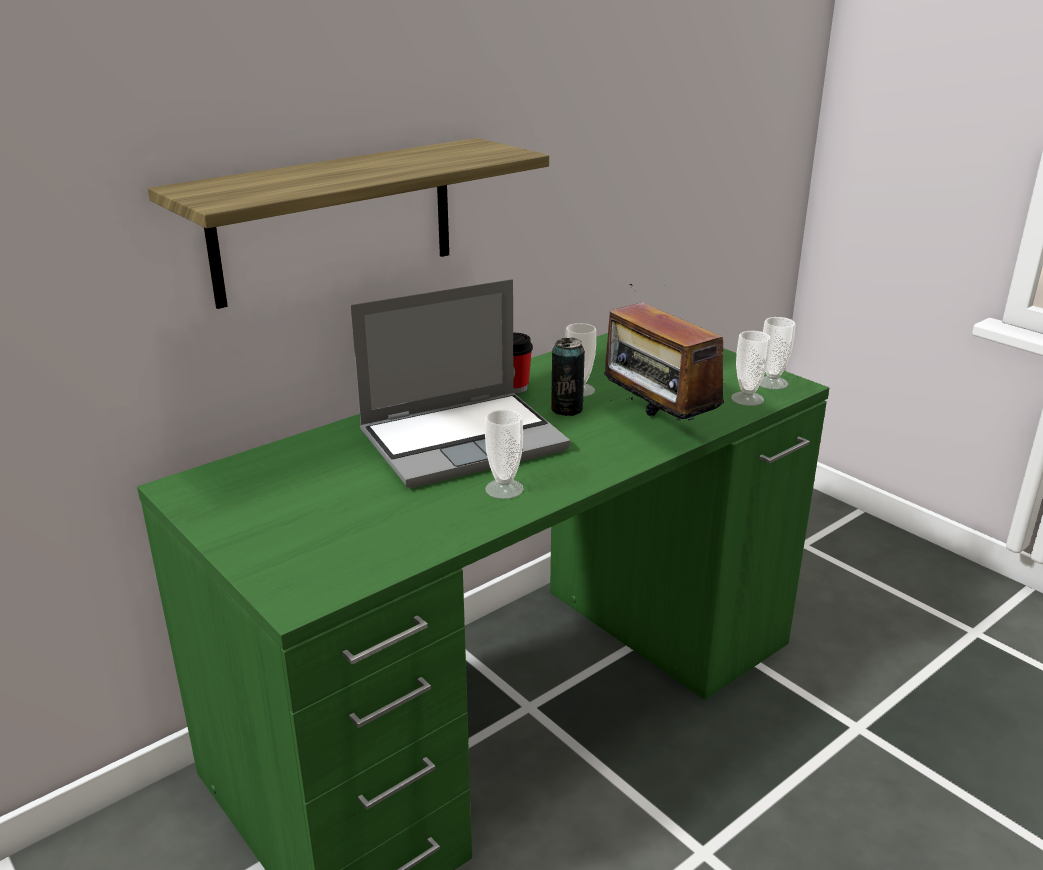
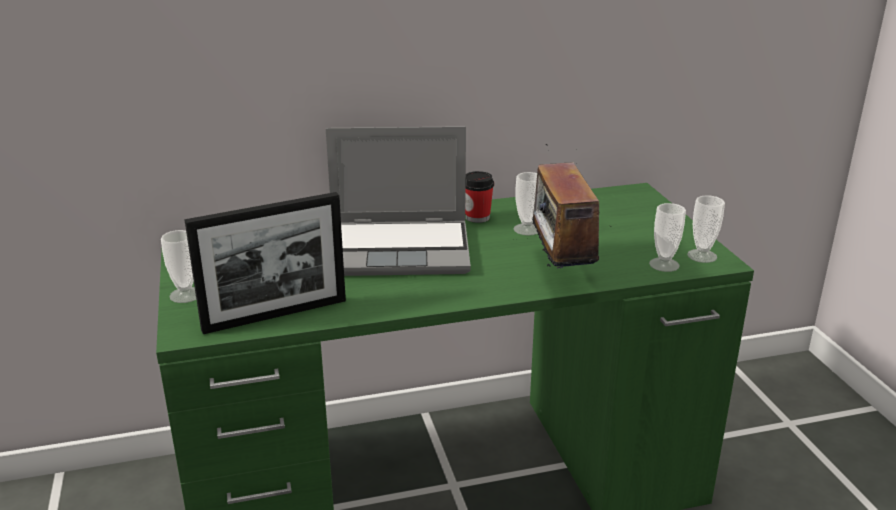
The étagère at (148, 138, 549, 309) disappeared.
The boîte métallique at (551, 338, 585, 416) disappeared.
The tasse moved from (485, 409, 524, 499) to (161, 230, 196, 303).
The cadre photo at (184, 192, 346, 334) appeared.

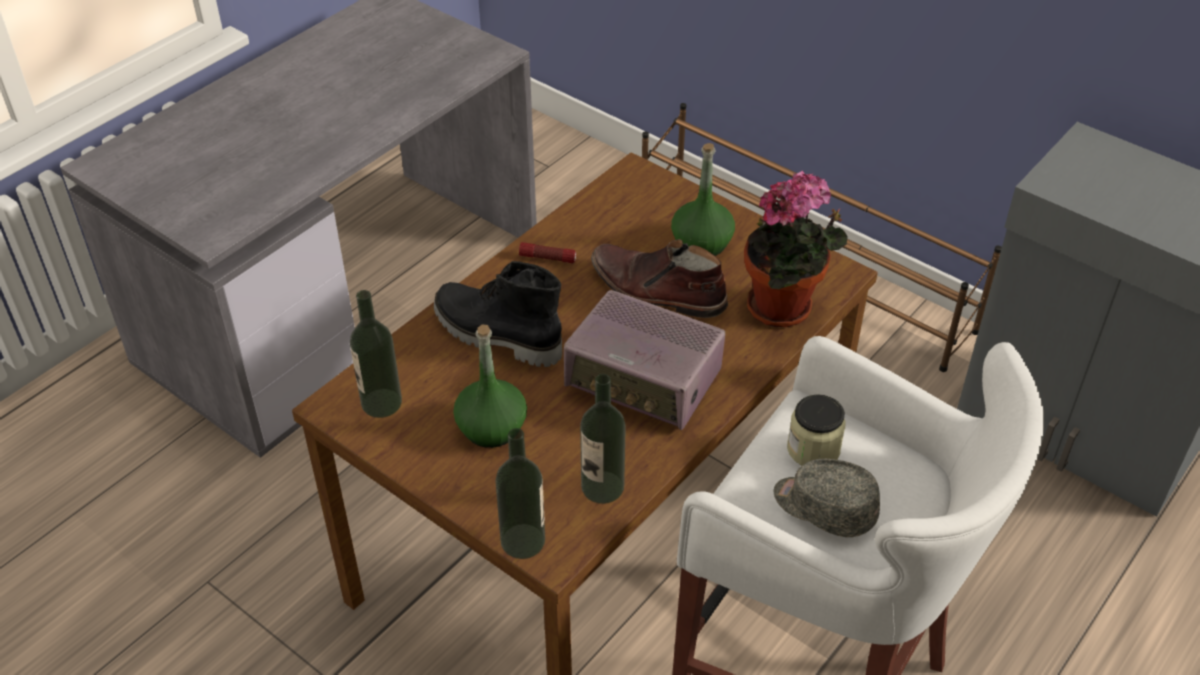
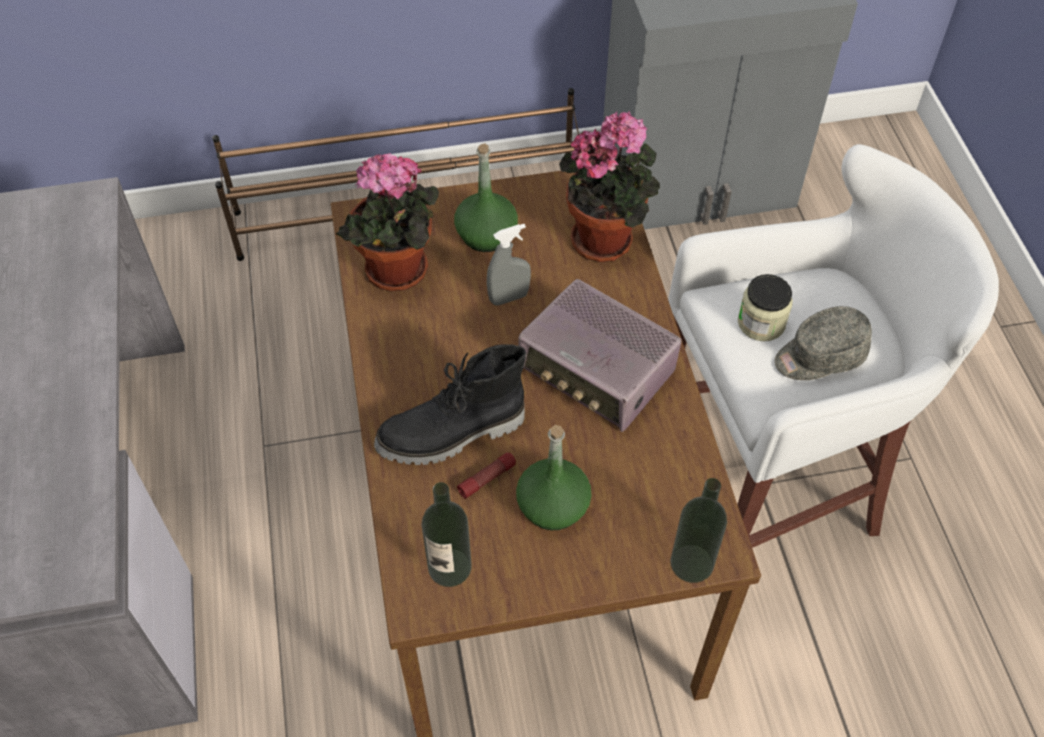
The botte [marron] at (591, 239, 728, 318) was replaced by the vaporisateur [gris] at (487, 224, 531, 306).
The lampe de poche moved from (519, 242, 576, 263) to (457, 452, 516, 499).
The radio at (564, 290, 725, 430) turned 60 degrees clockwise.
The bouteille at (580, 374, 626, 504) disappeared.
The plante en pot at (336, 153, 439, 291) appeared.

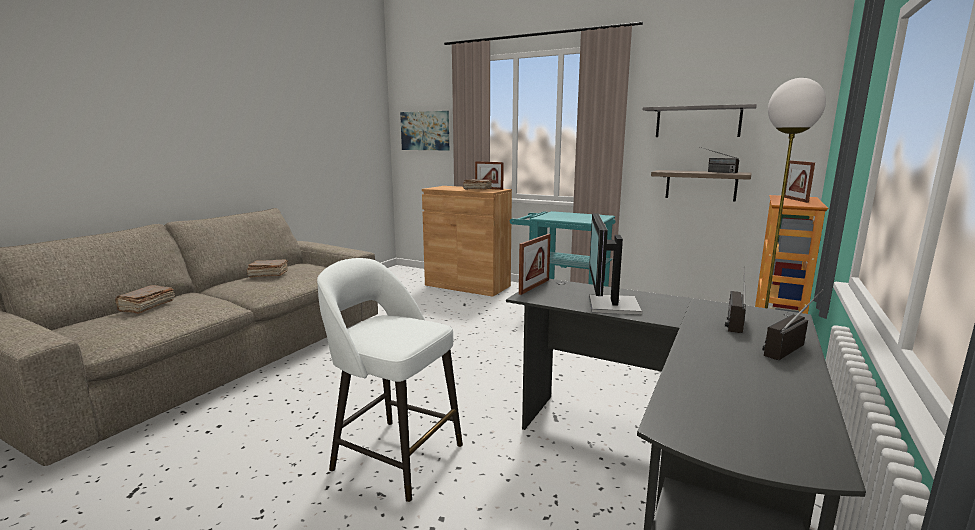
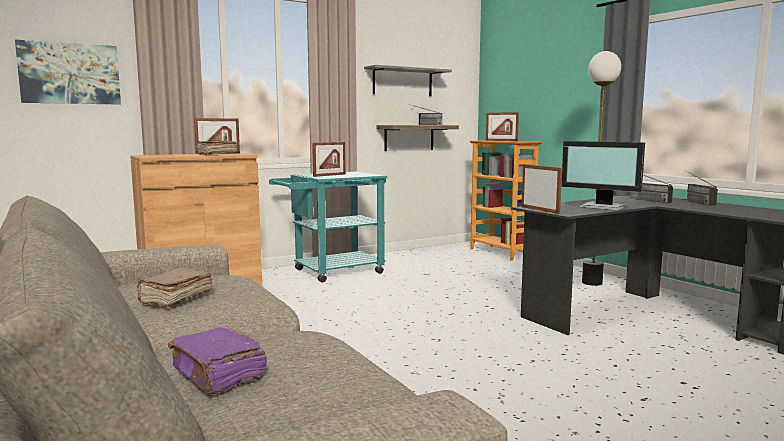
The tabouret [blanc] at (317, 258, 463, 502) disappeared.
The livre [marron] at (115, 285, 175, 314) became the livre [violet] at (168, 326, 267, 394).
The cadre photo at (312, 142, 346, 177) appeared.

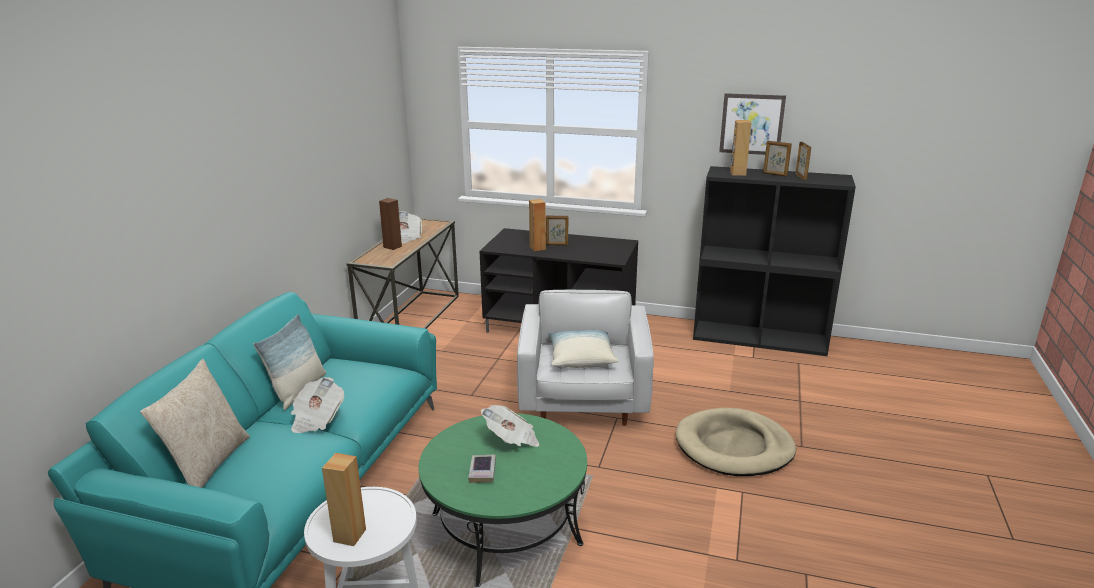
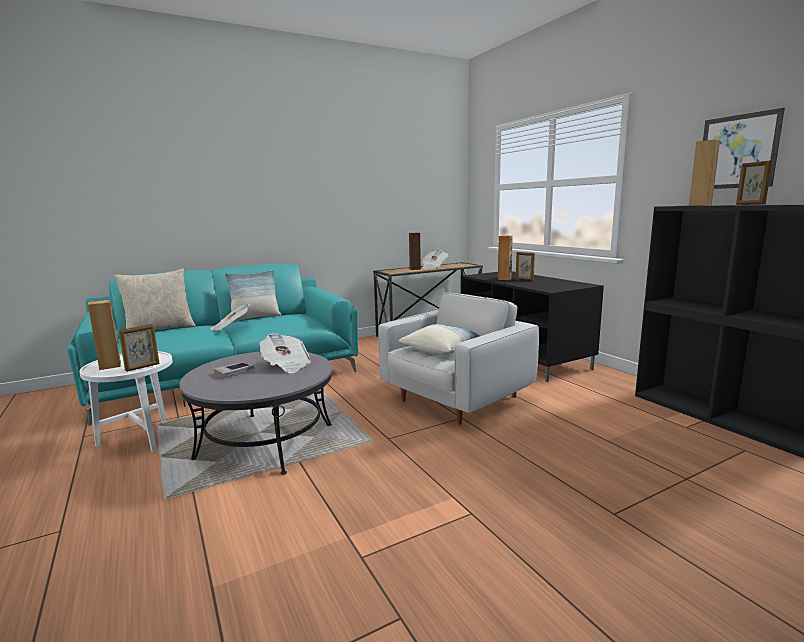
The cadre photo moved from (795, 142, 811, 180) to (119, 324, 160, 372).
The panier pour chien [beige] at (676, 408, 796, 476) disappeared.
The table basse [vert] at (419, 413, 587, 587) became the table basse [gris] at (179, 352, 332, 475).

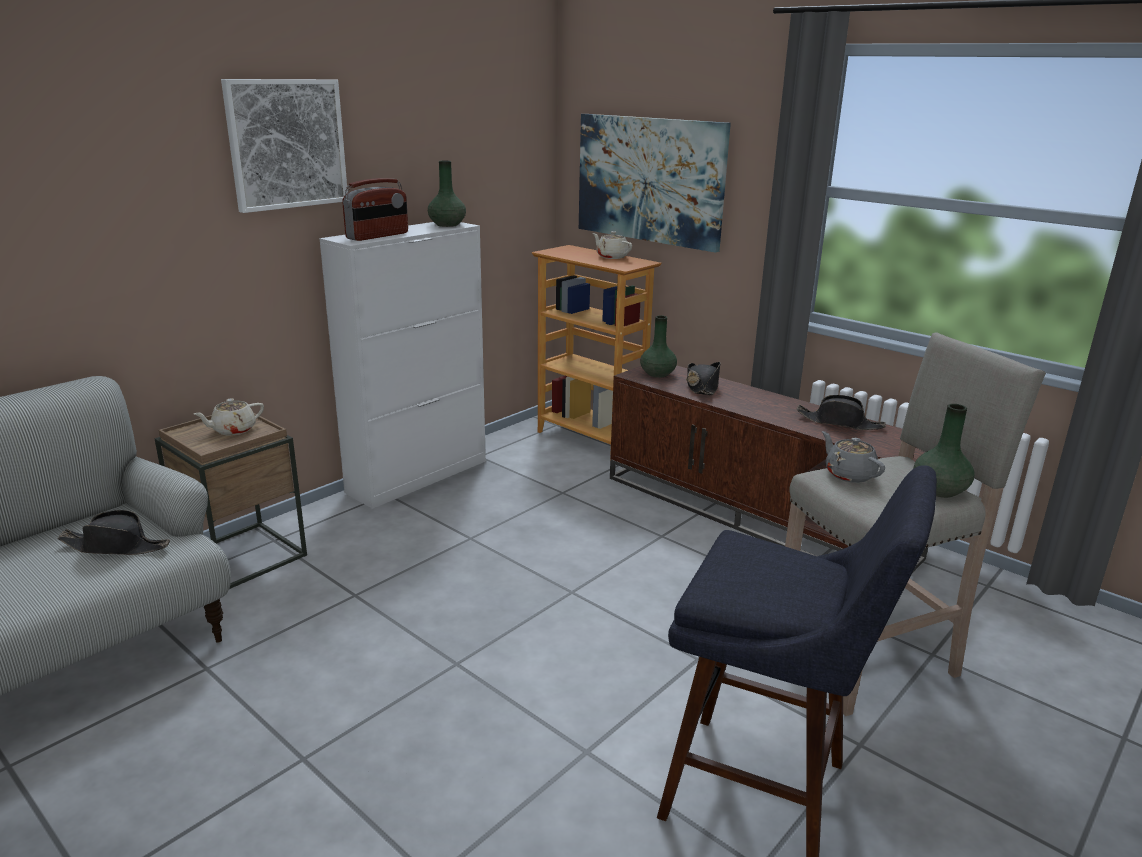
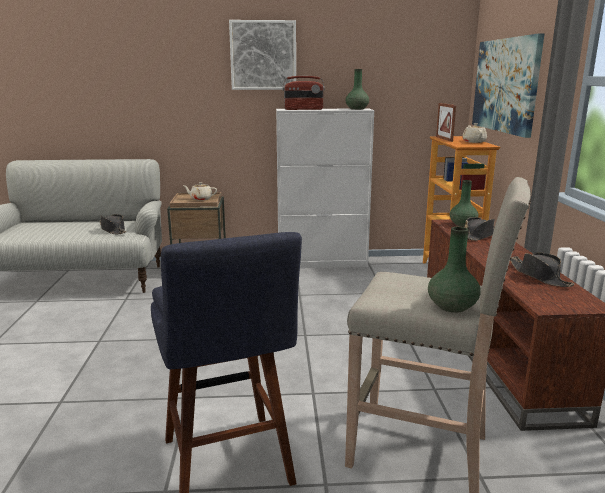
The théière [gris] at (822, 431, 885, 483) disappeared.
The cadre photo at (436, 103, 456, 142) appeared.

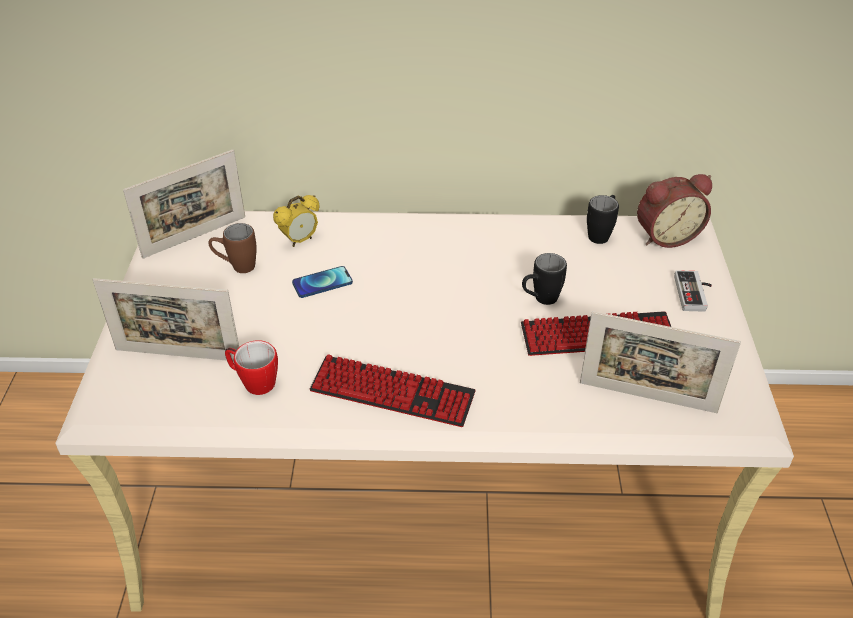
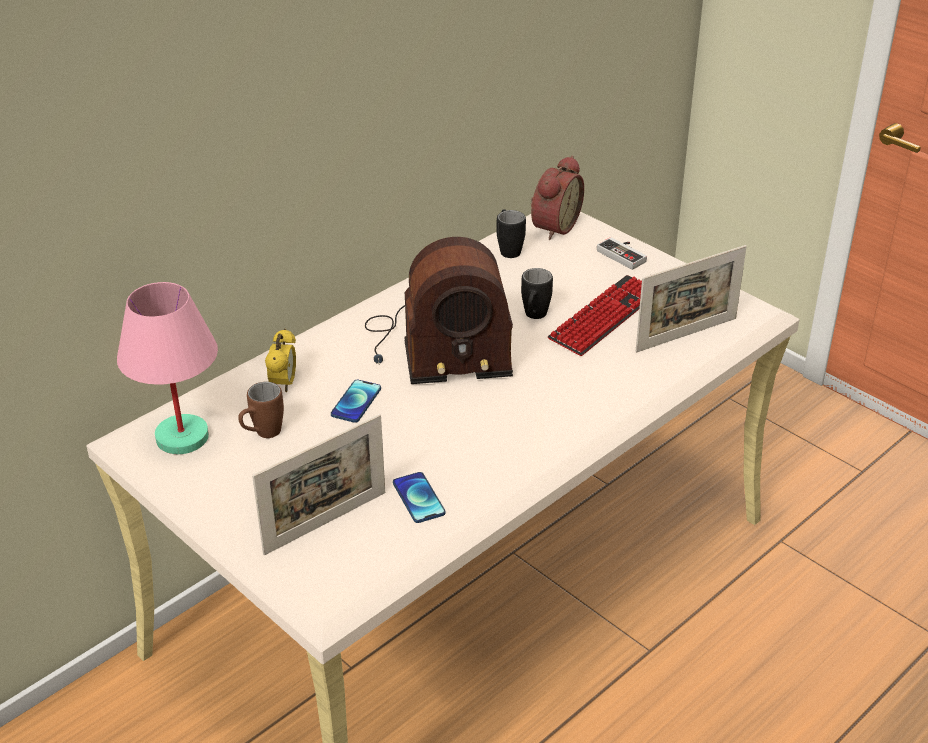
The cadre photo at (123, 150, 245, 259) was replaced by the lampe de table [rose] at (117, 282, 218, 454).
The mug at (225, 340, 278, 395) was replaced by the téléphone at (393, 472, 445, 523).
The clavier at (309, 354, 476, 427) disappeared.
The radio at (365, 237, 513, 384) appeared.

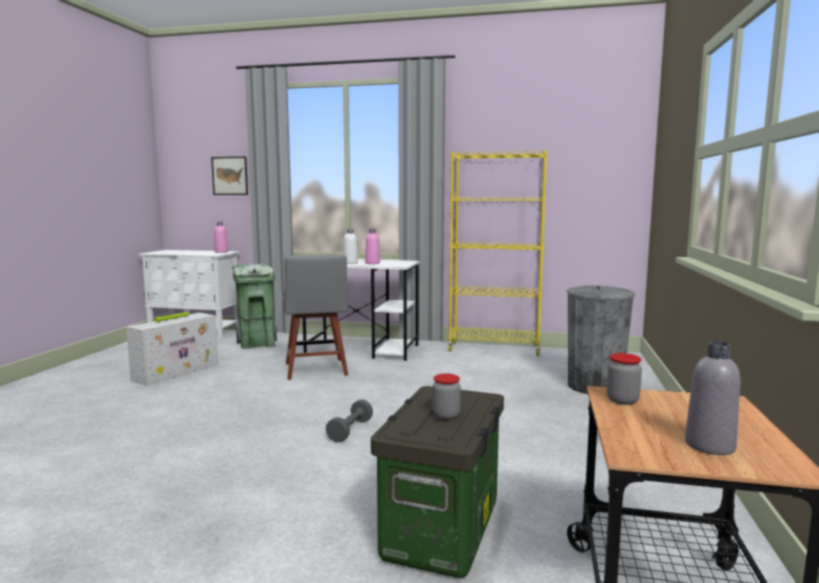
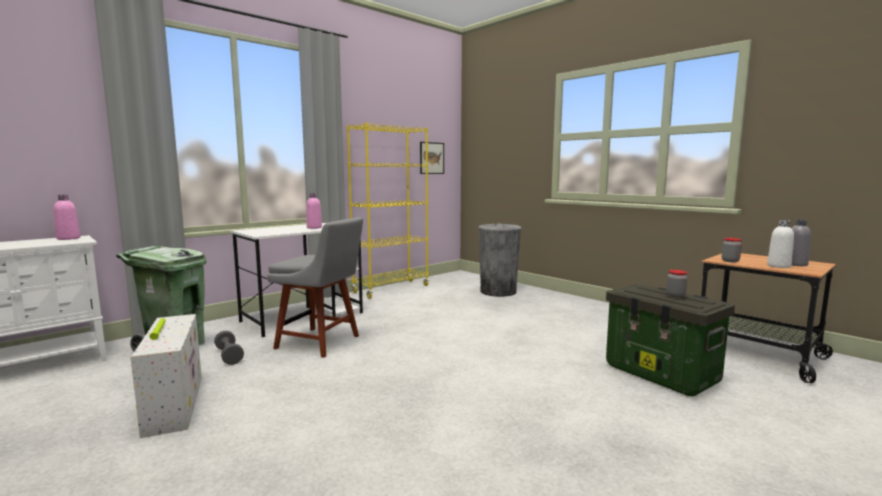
The tableau moved from (211, 157, 248, 195) to (420, 142, 444, 174).
The bouteille [blanc] moved from (343, 229, 358, 264) to (767, 220, 794, 268).
The haltère [gris] moved from (326, 399, 373, 442) to (214, 331, 244, 365).

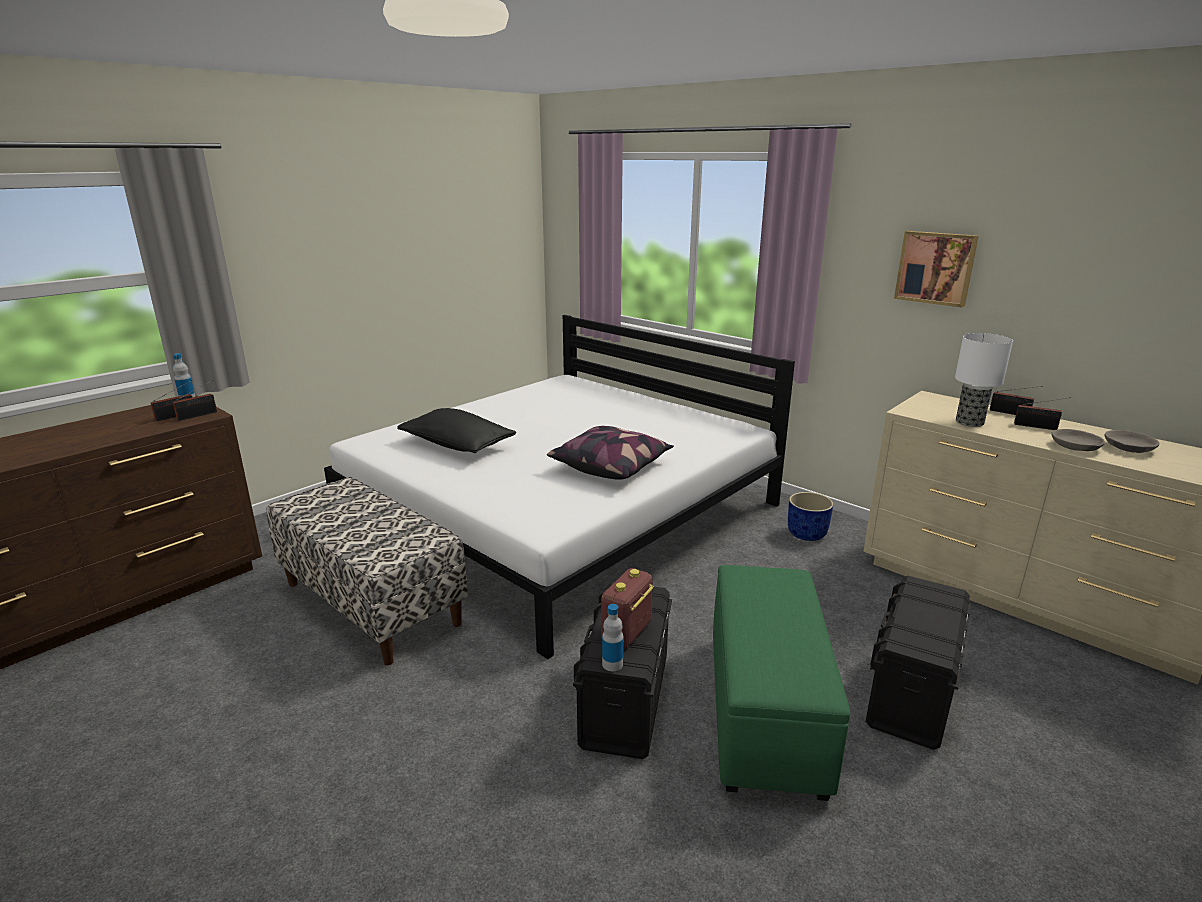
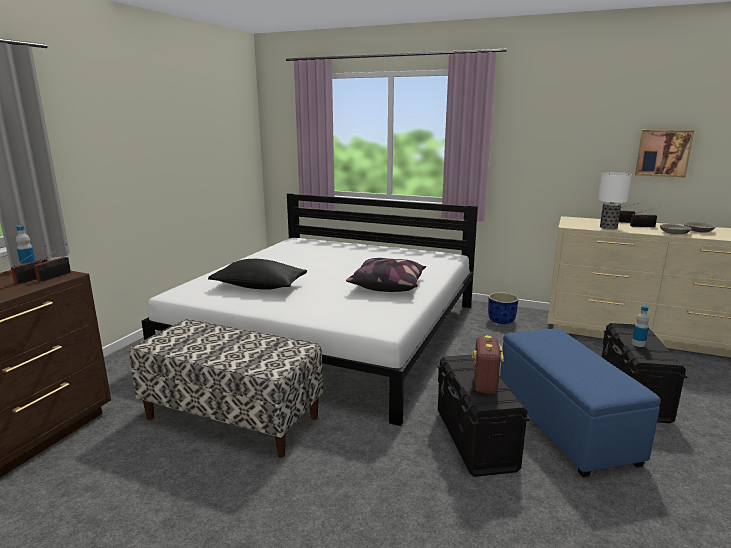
The tableau moved from (894, 231, 979, 307) to (635, 130, 694, 177).
The pouf [vert] at (713, 565, 850, 801) became the pouf [bleu] at (500, 328, 661, 477).
The bouteille moved from (602, 604, 623, 671) to (632, 306, 649, 347).

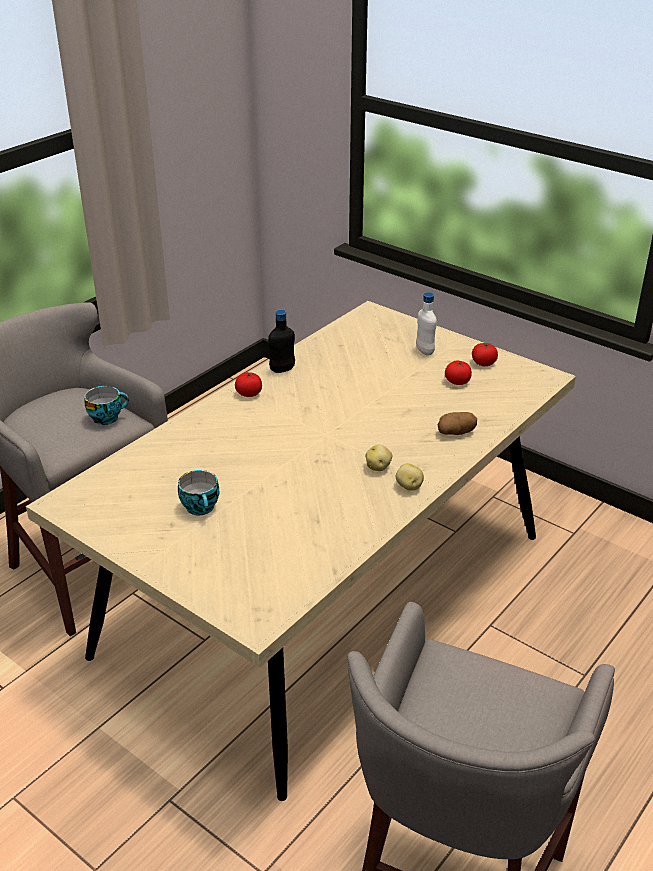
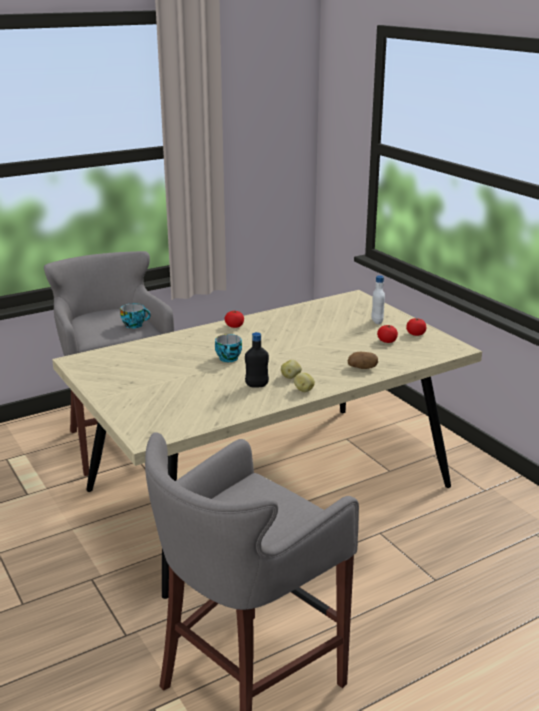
The bouteille [noir] moved from (268, 310, 295, 373) to (245, 332, 269, 388).
The tasse moved from (178, 470, 219, 515) to (215, 334, 242, 362).

